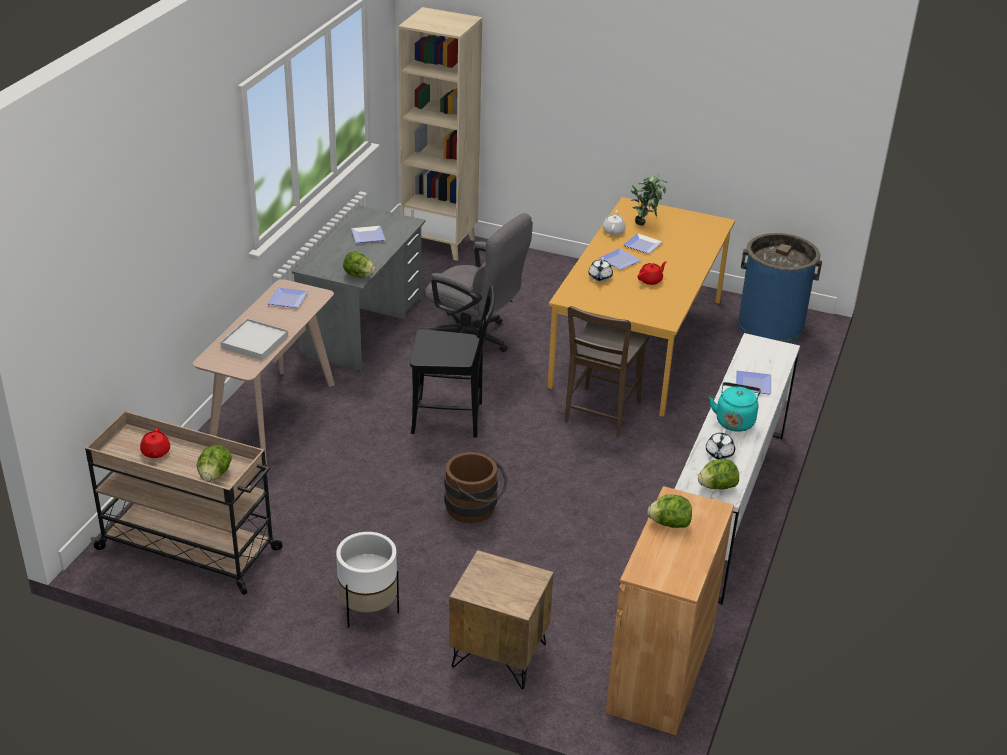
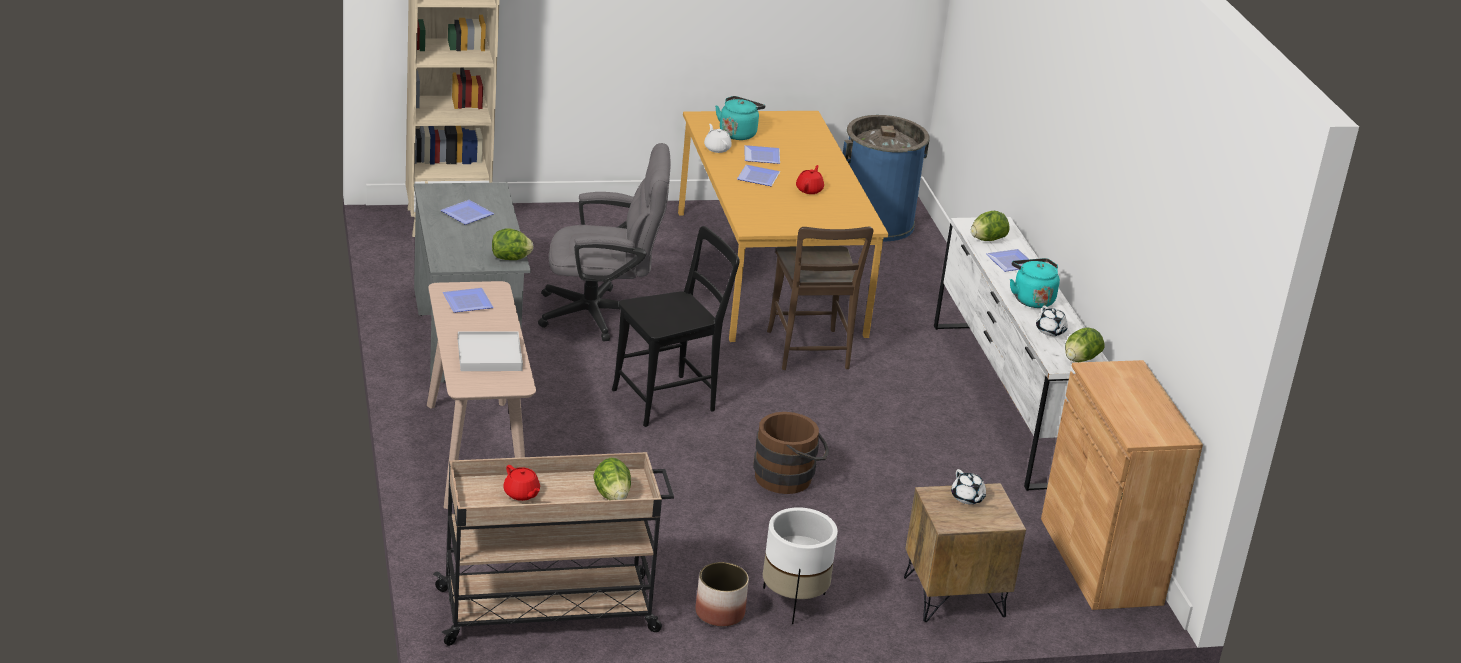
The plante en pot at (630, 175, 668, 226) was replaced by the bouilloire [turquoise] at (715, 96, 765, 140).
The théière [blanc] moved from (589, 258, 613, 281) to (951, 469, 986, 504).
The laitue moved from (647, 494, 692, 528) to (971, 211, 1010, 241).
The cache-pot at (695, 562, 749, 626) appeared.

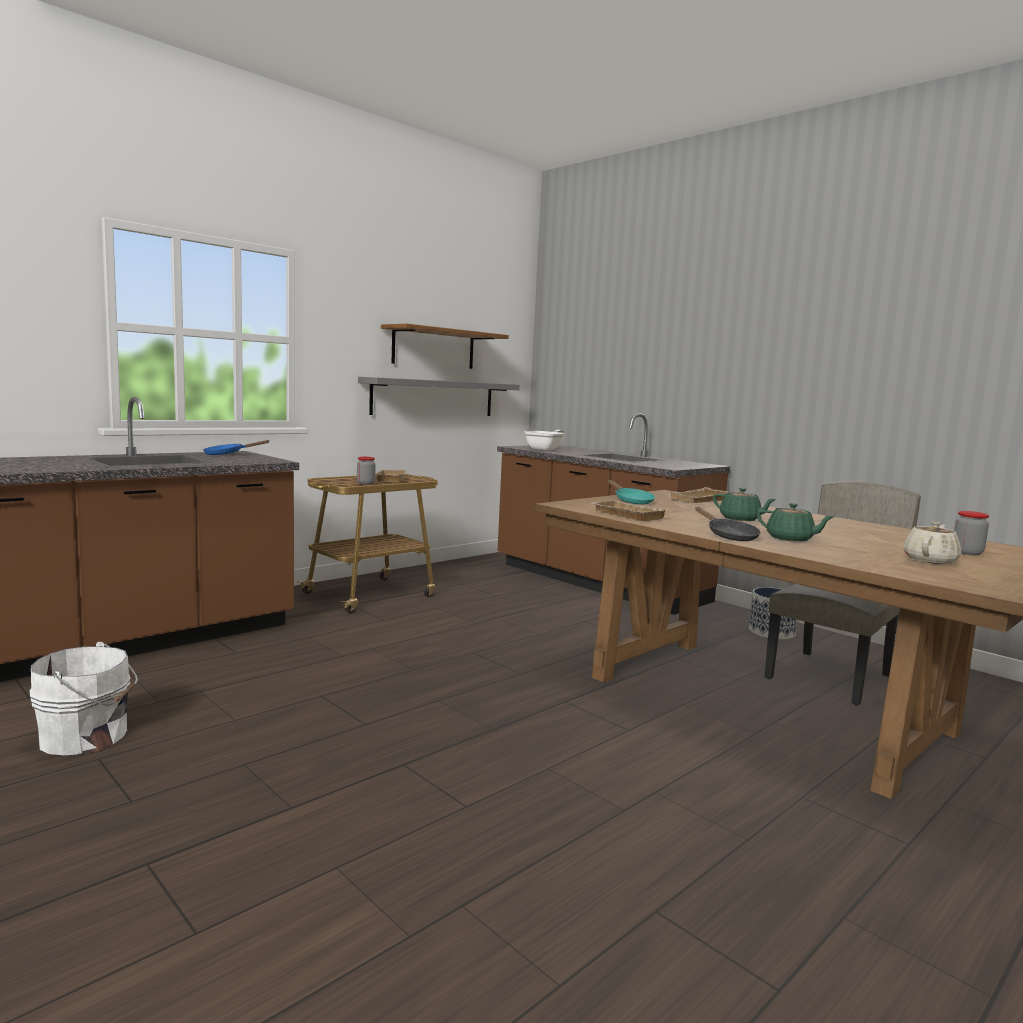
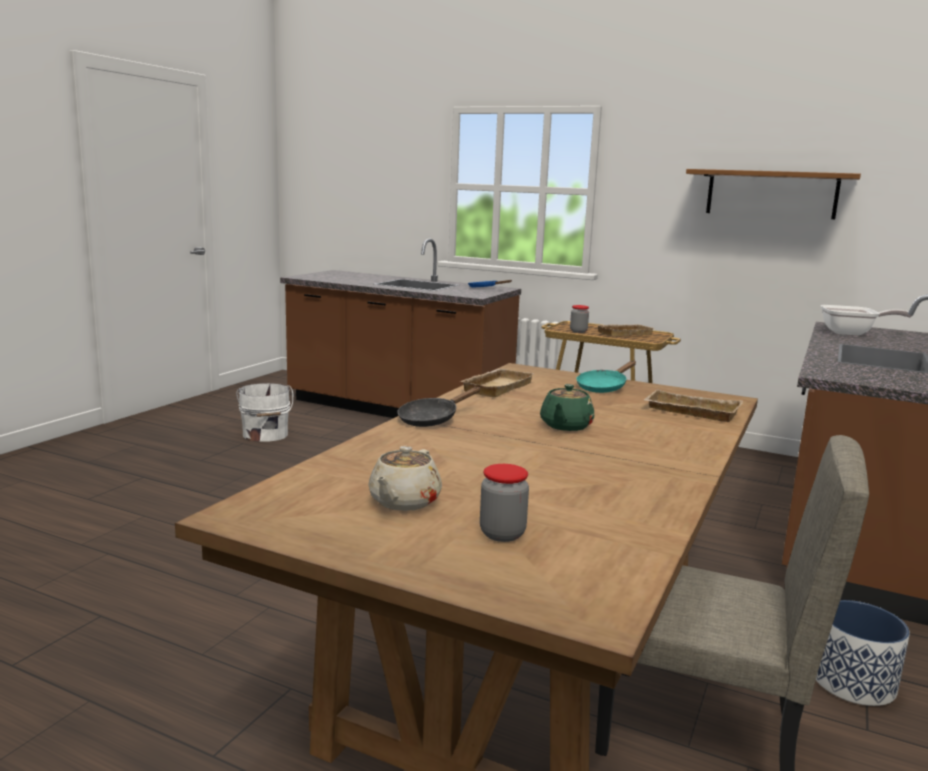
The étagère [gris] at (358, 377, 520, 416) disappeared.
The théière [vert] at (757, 503, 835, 542) disappeared.
The théière [beige] at (904, 521, 961, 564) turned 90 degrees clockwise.

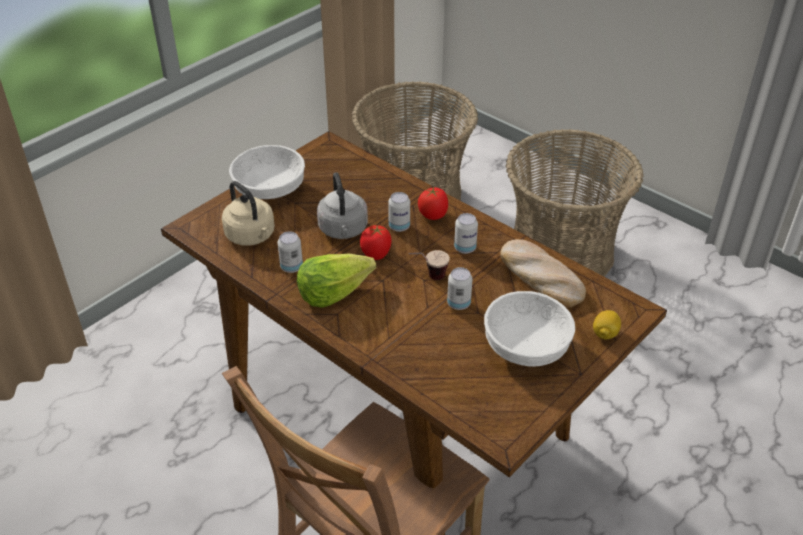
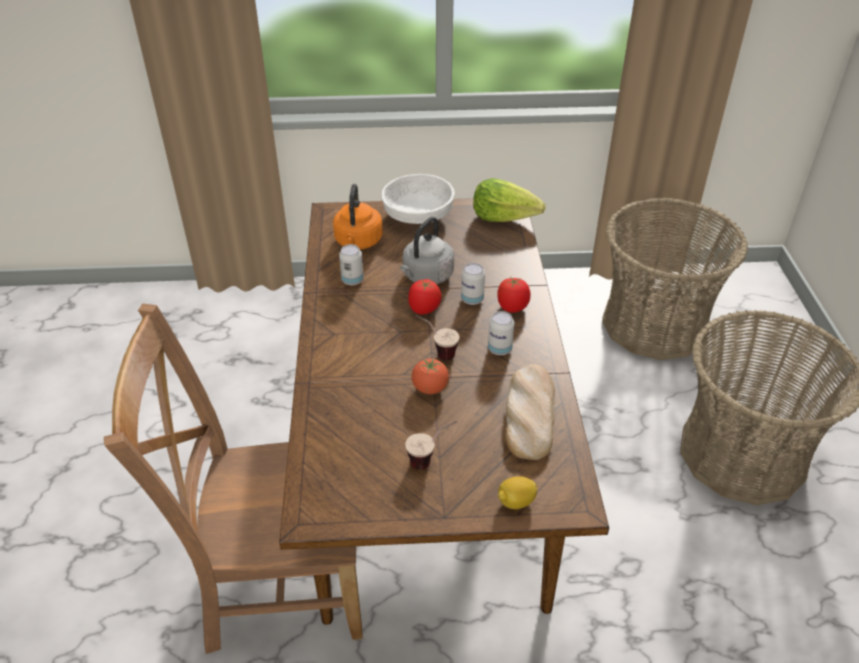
The bouilloire [beige] at (222, 181, 275, 246) became the bouilloire [orange] at (333, 184, 383, 250).
The laitue moved from (297, 253, 376, 308) to (473, 178, 545, 222).
The boîte métallique at (447, 267, 473, 310) was replaced by the tomate at (411, 359, 449, 394).
The bol [blanc] at (484, 291, 575, 367) was replaced by the tasse at (405, 421, 457, 470).

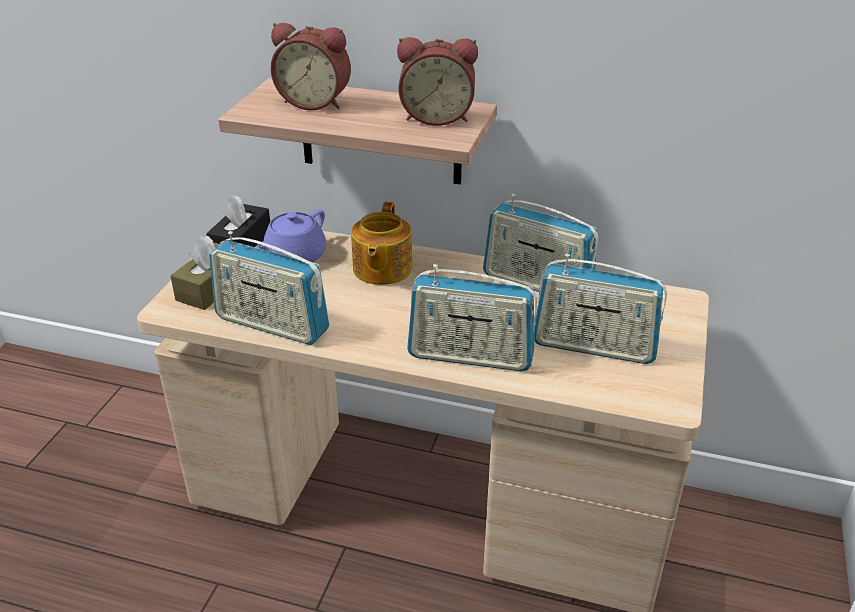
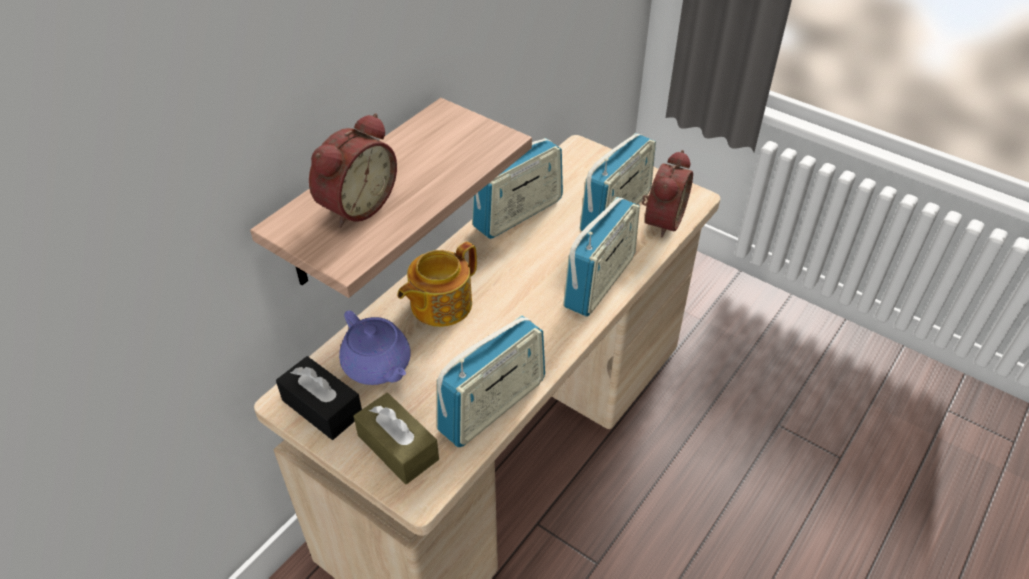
The réveil moved from (397, 37, 478, 126) to (642, 150, 693, 238).
The théière at (351, 202, 413, 285) turned 105 degrees clockwise.

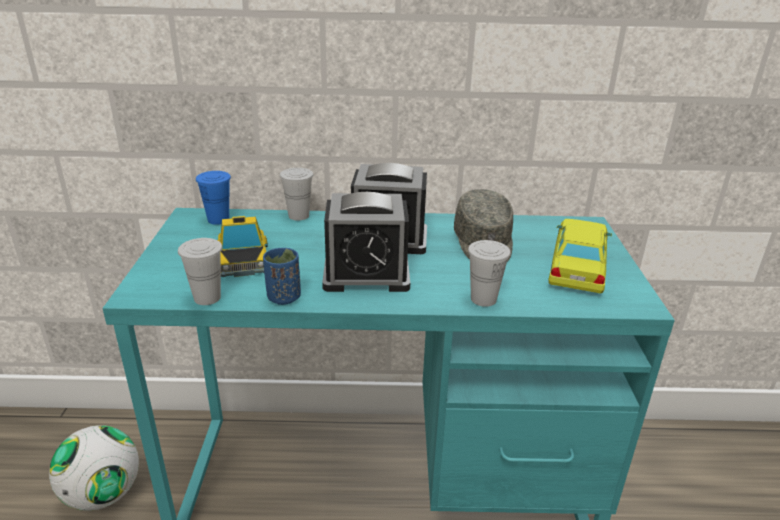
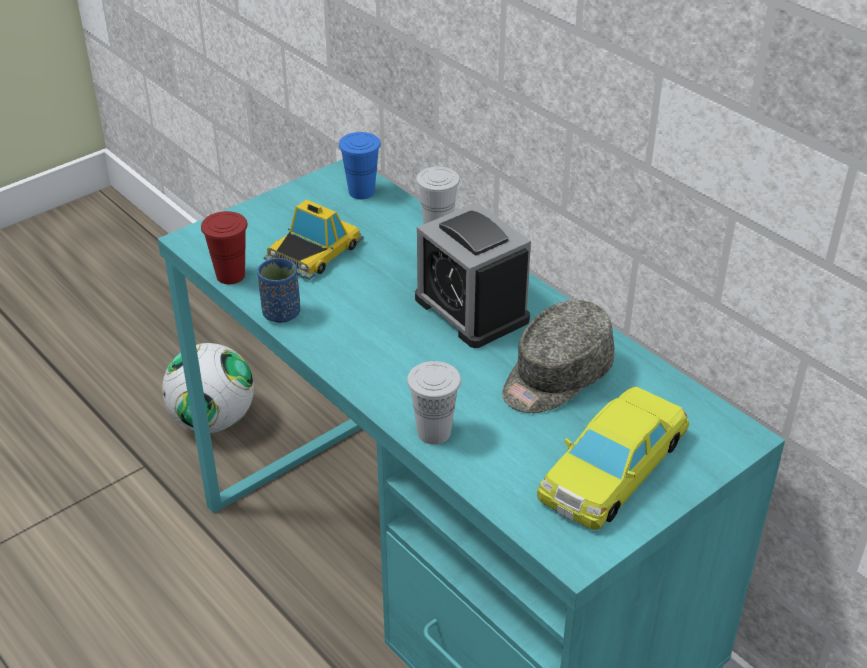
The réveil at (322, 192, 410, 292) disappeared.
The petite voiture [jaune] at (548, 219, 612, 294) turned 150 degrees clockwise.
The tasse [blanc] at (178, 238, 222, 305) became the tasse [rouge] at (201, 211, 248, 284).

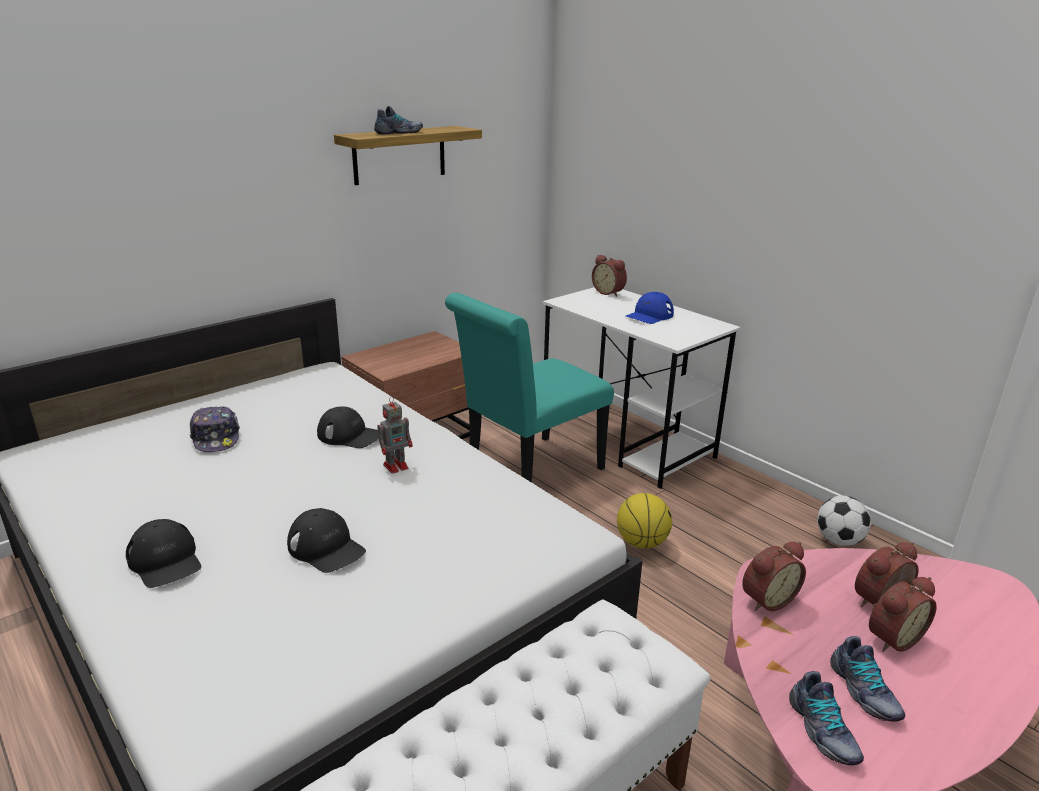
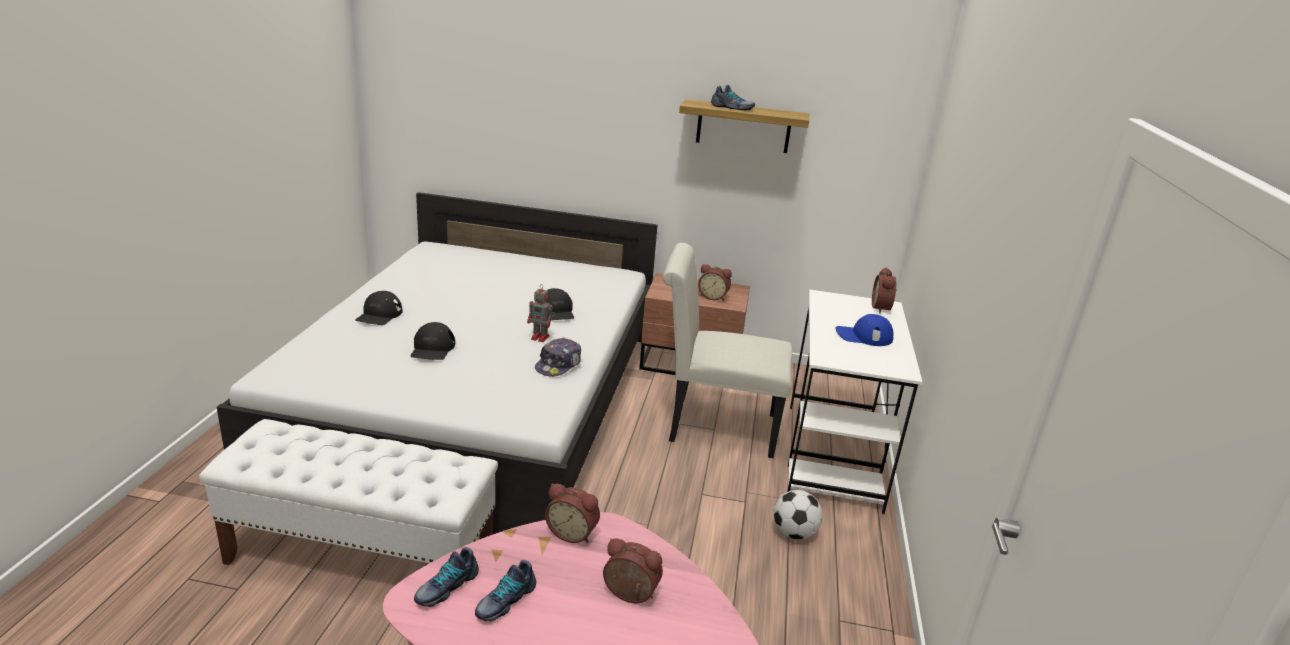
The chaise [turquoise] at (445, 293, 614, 482) became the chaise [blanc] at (663, 243, 792, 458).
The casquette moved from (190, 406, 240, 452) to (535, 338, 581, 377).
The ballon de basket at (617, 493, 672, 549) disappeared.
The ballon de foot moved from (817, 496, 871, 546) to (773, 490, 823, 540).
The réveil moved from (869, 577, 937, 652) to (698, 264, 732, 301).

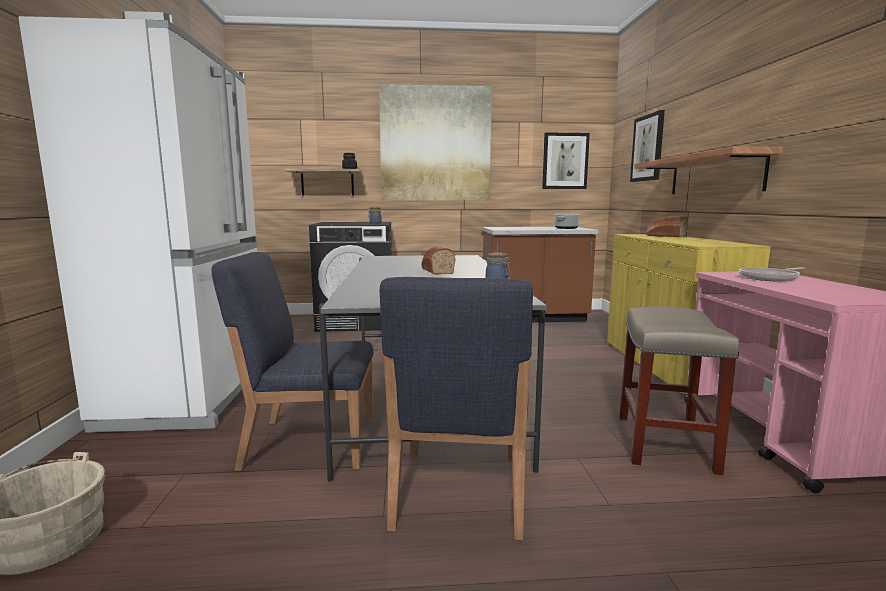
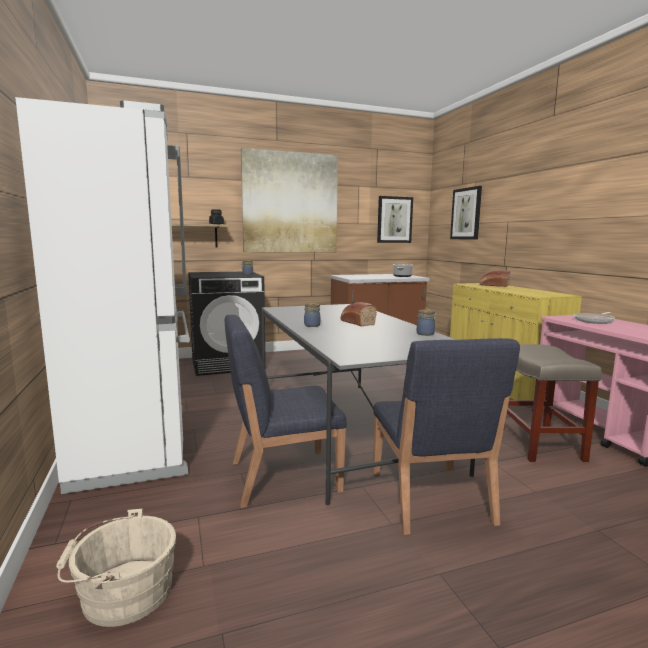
The étagère at (634, 146, 783, 194) disappeared.
The bocal at (304, 303, 320, 327) appeared.

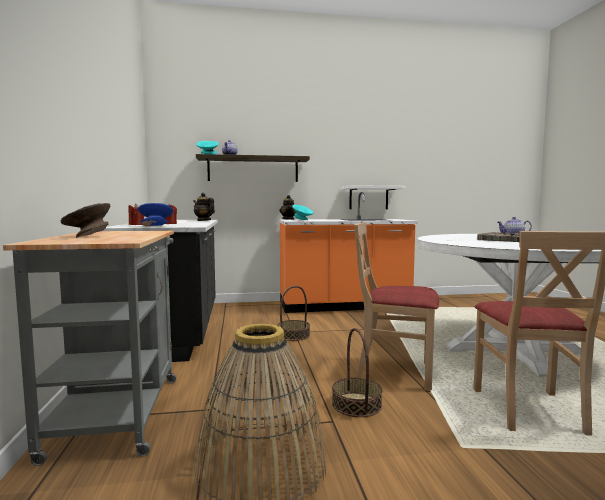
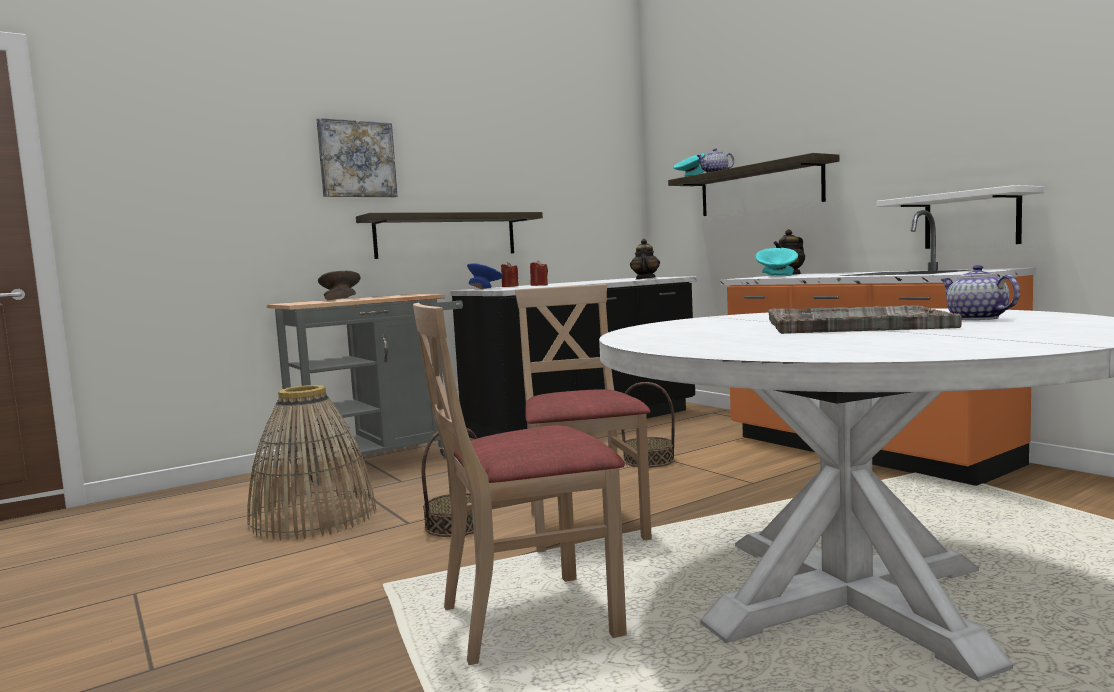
The tableau at (317, 118, 398, 197) appeared.
The étagère at (356, 212, 543, 259) appeared.

